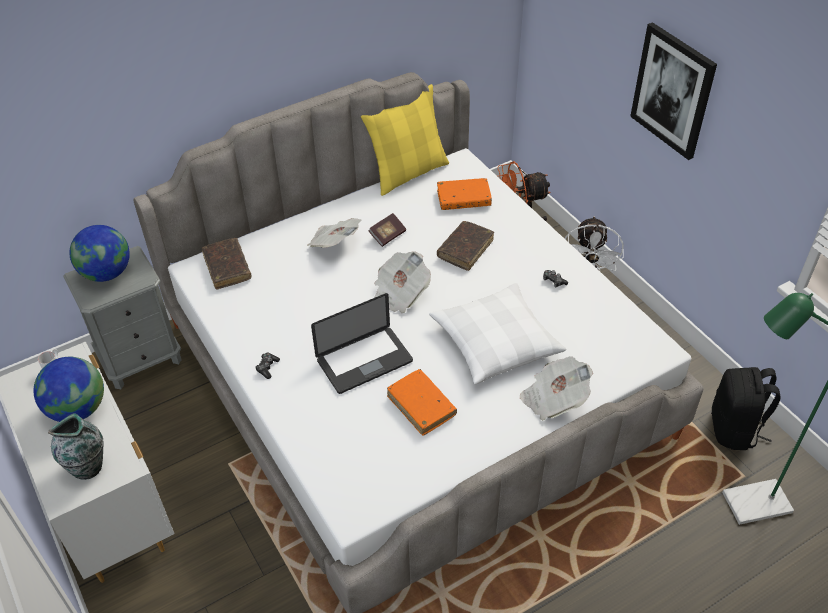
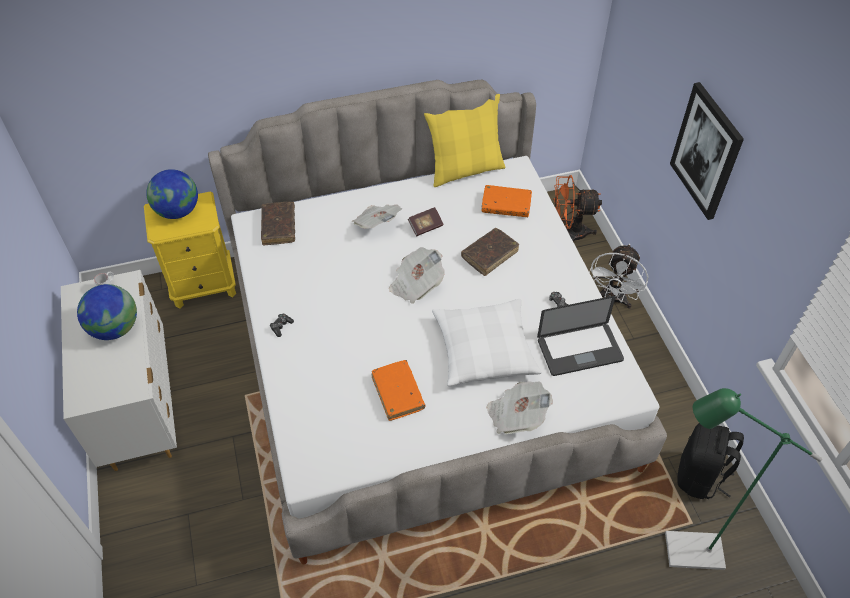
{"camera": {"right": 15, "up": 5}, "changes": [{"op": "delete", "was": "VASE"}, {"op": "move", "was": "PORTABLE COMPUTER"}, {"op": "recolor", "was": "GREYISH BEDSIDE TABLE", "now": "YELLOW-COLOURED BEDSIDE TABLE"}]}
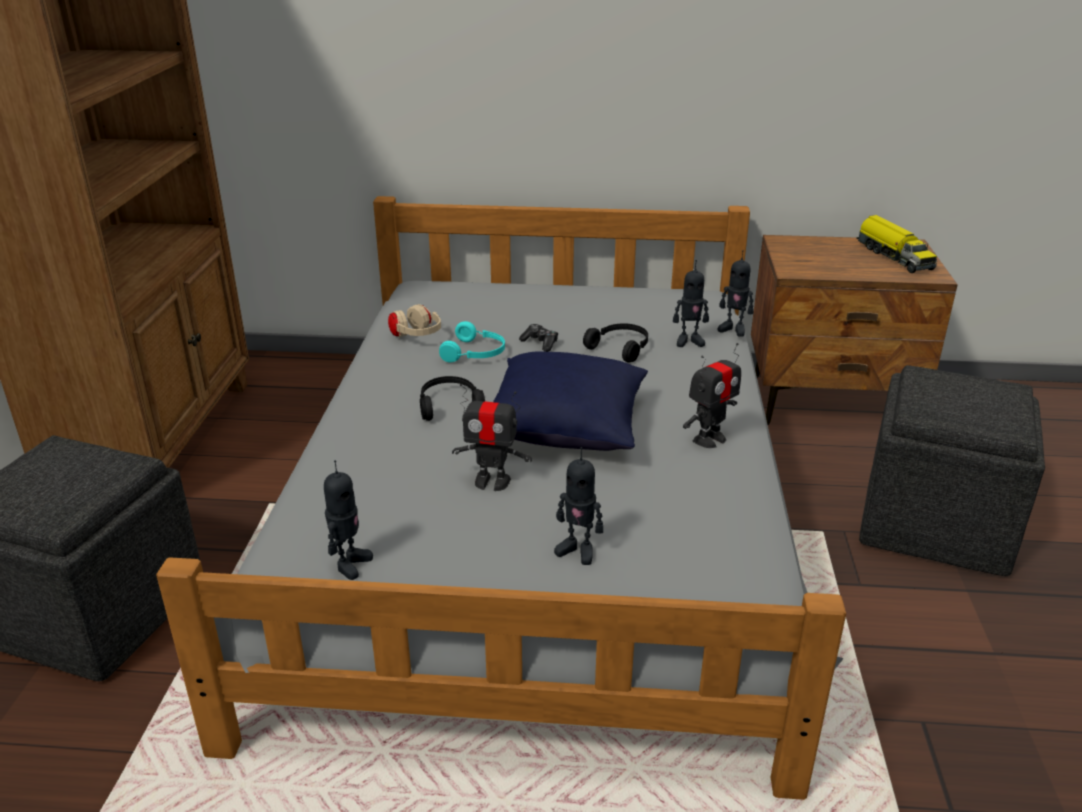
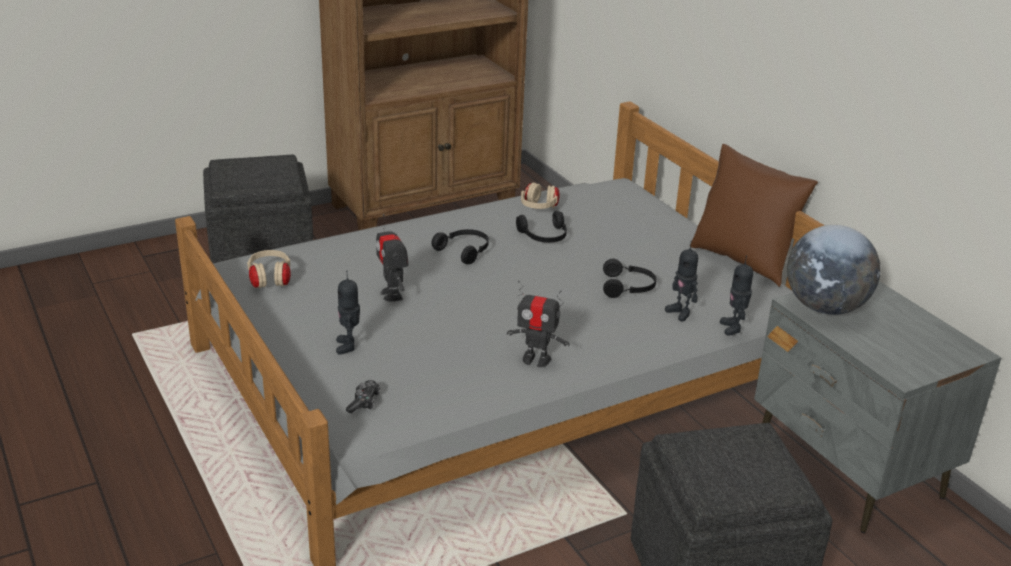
{"camera": {"right": 55, "up": 0}, "changes": [{"op": "delete", "was": "BLUISH CUSHION"}, {"op": "delete", "was": "TOY LORRY"}, {"op": "insert", "now": "BROWN-COLOURED CUSHION"}, {"op": "insert", "now": "DESK GLOBE"}, {"op": "move", "was": "JOYPAD"}, {"op": "replace", "was": "TOY ROBOT (1st from left)", "now": "SAND-COLOURED PAIR OF HEADPHONES (1st from left)"}, {"op": "recolor", "was": "BLUE-GREEN PAIR OF HEADPHONES", "now": "BLACK-COLOURED PAIR OF HEADPHONES (2nd from left)"}, {"op": "recolor", "was": "BROWN-COLOURED BEDSIDE TABLE", "now": "GREYISH BEDSIDE TABLE"}]}
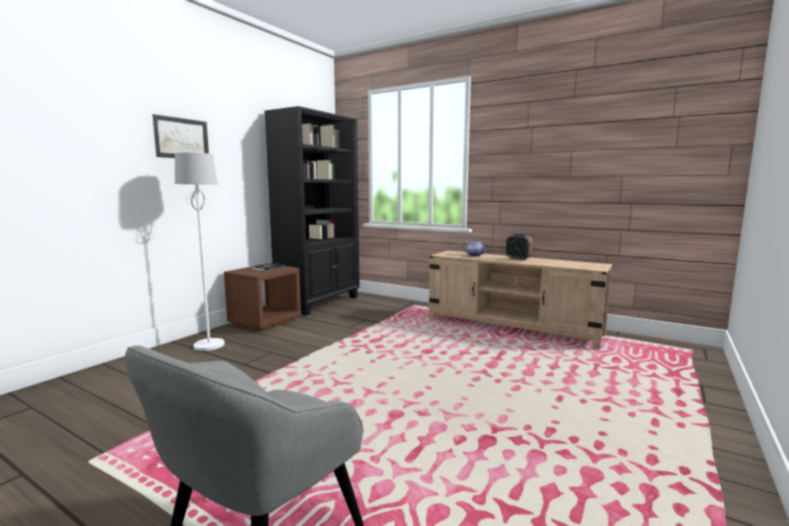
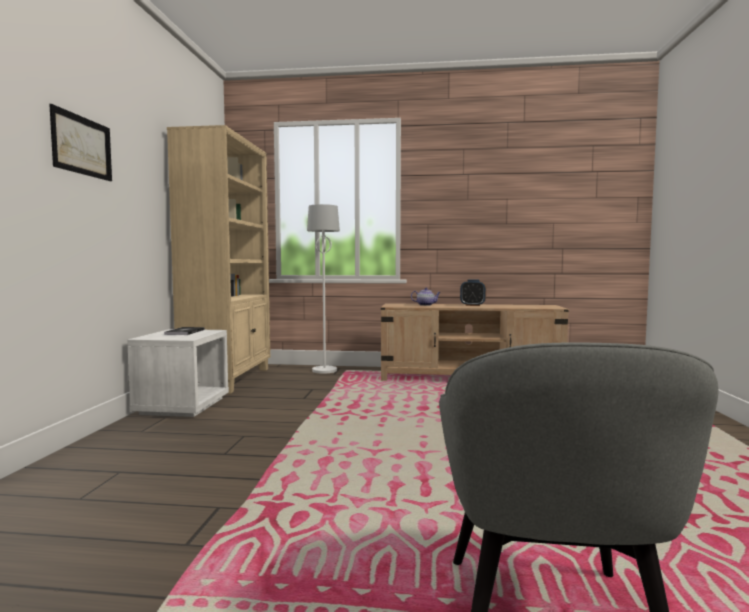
{"camera": {"right": -25, "up": -5}, "changes": [{"op": "move", "was": "WHITE-COLOURED STANDING LAMP"}, {"op": "recolor", "was": "BROWN-COLOURED BEDSIDE TABLE", "now": "WHITE-COLOURED BEDSIDE TABLE"}, {"op": "recolor", "was": "BLACK-COLOURED SHELVING UNIT", "now": "SAND-COLOURED SHELVING UNIT"}]}
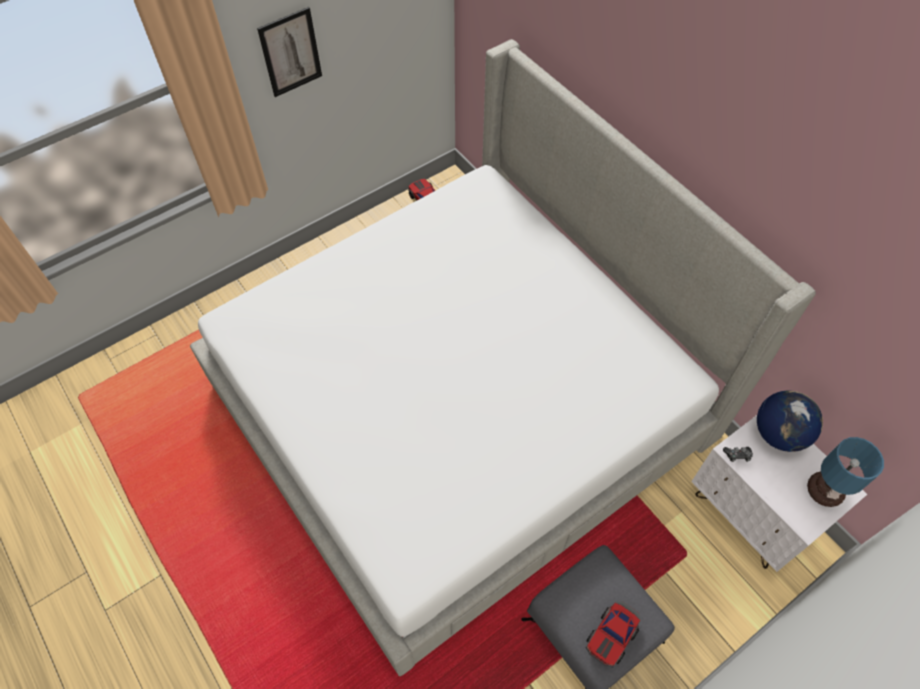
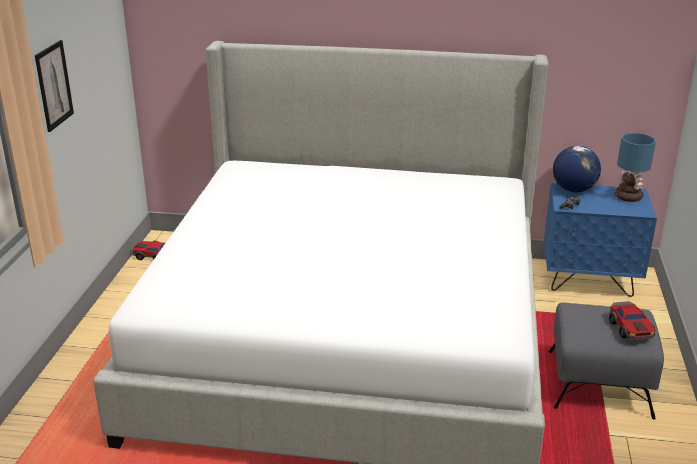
{"camera": {"right": -45, "up": -30}, "changes": [{"op": "recolor", "was": "WHITE-COLOURED BEDSIDE TABLE", "now": "BLUISH BEDSIDE TABLE"}]}
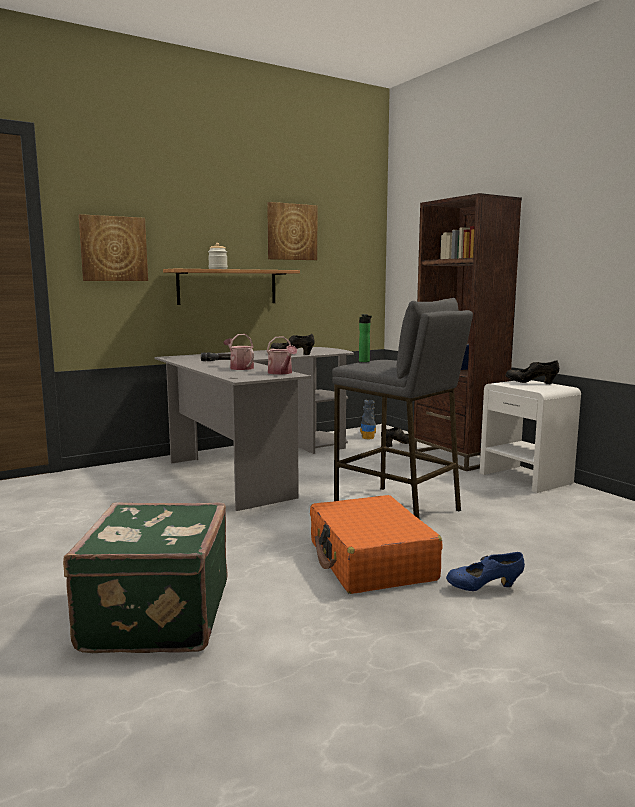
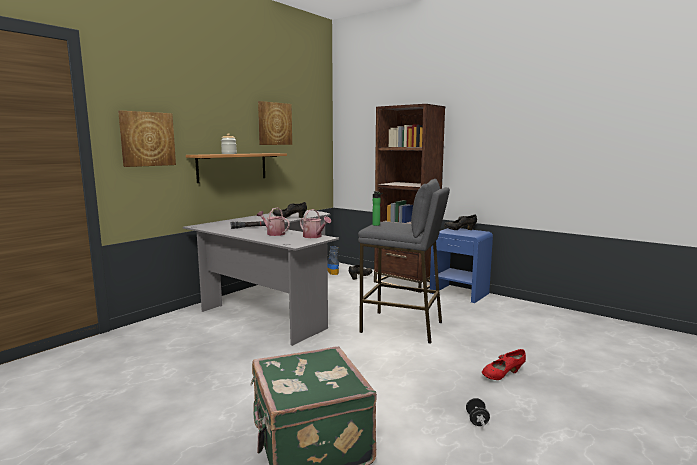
{"camera": {"right": -20, "up": 0}, "changes": [{"op": "delete", "was": "ORANGEY SUITCASE"}, {"op": "insert", "now": "BLACK-COLOURED FREE WEIGHT"}, {"op": "recolor", "was": "BLUISH SHOE", "now": "RED-COLOURED SHOE"}, {"op": "recolor", "was": "WHITE-COLOURED BEDSIDE TABLE", "now": "BLUISH BEDSIDE TABLE"}]}
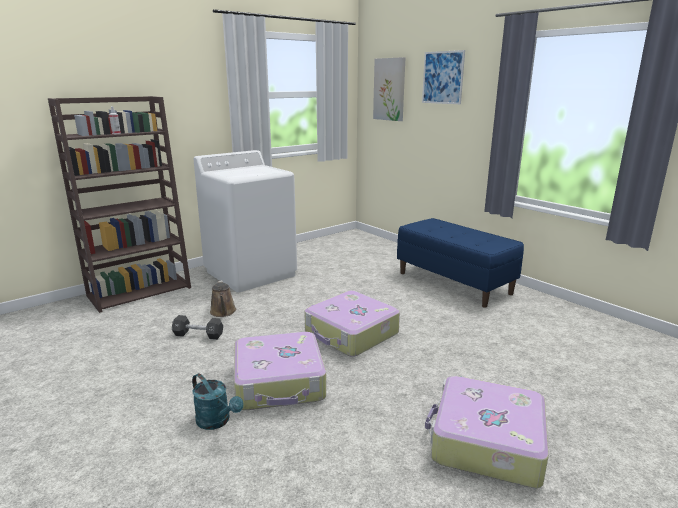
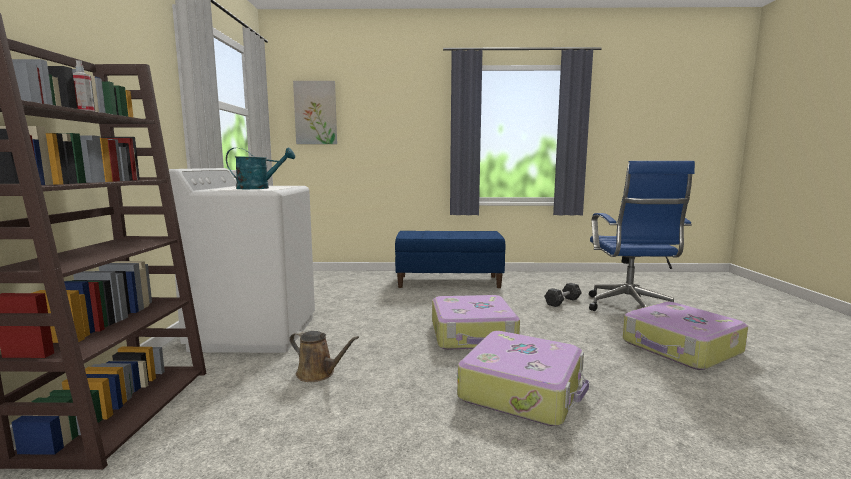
{"camera": {"right": -50, "up": -10}, "changes": [{"op": "delete", "was": "PICTURE (2nd from left)"}, {"op": "insert", "now": "BLUISH DESK CHAIR"}, {"op": "move", "was": "BLACK-COLOURED FREE WEIGHT"}, {"op": "move", "was": "BLUE-GREEN WATERING CAN"}]}
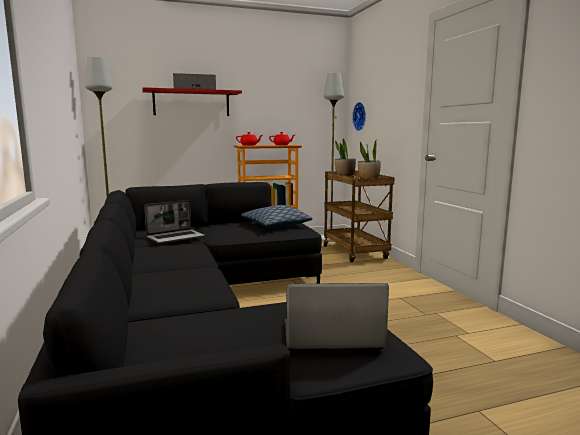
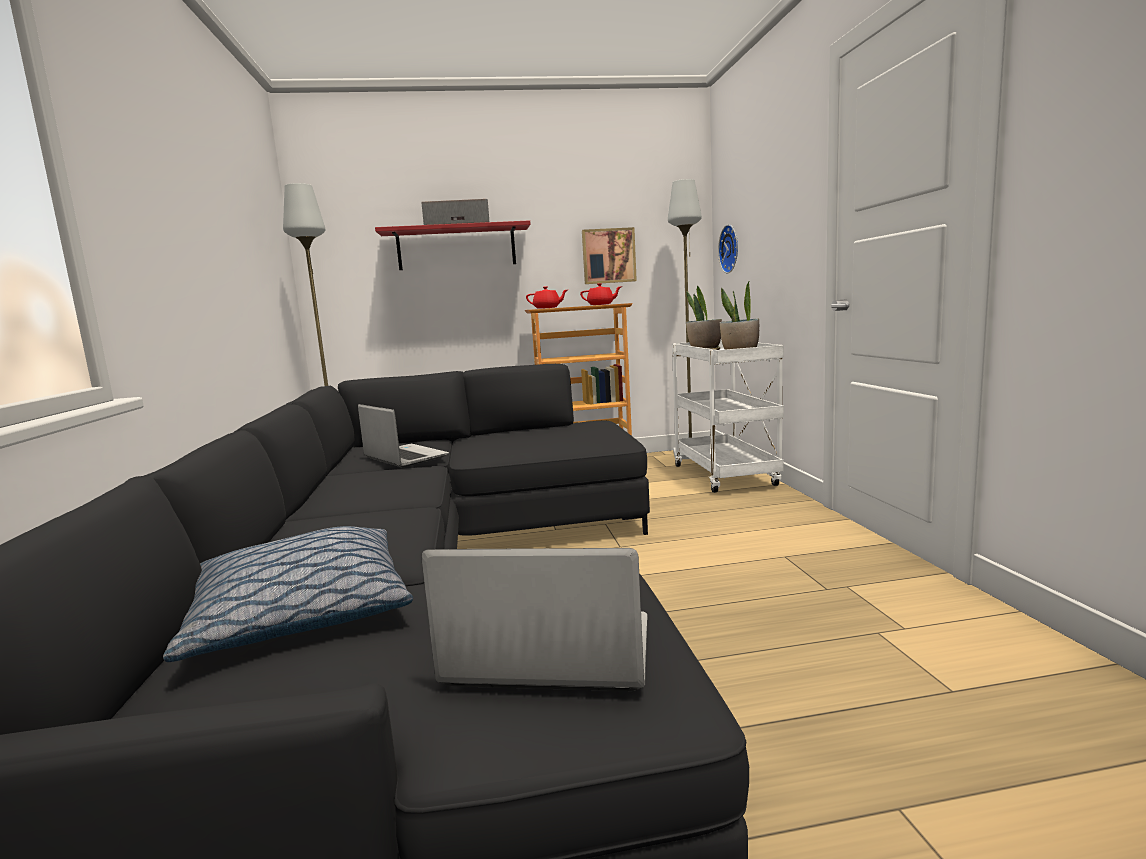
{"camera": {"right": 10, "up": 0}, "changes": [{"op": "insert", "now": "PICTURE"}, {"op": "move", "was": "CUSHION"}, {"op": "recolor", "was": "BROWN-COLOURED CART", "now": "WHITE-COLOURED CART"}, {"op": "rotate", "was": "PORTABLE COMPUTER (1st from left)", "clockwise": -105}]}
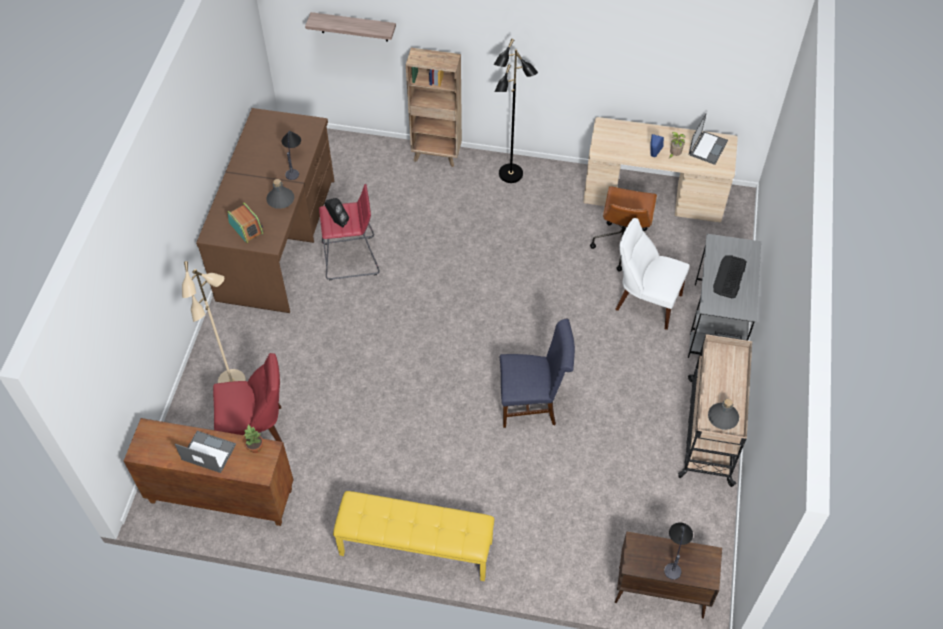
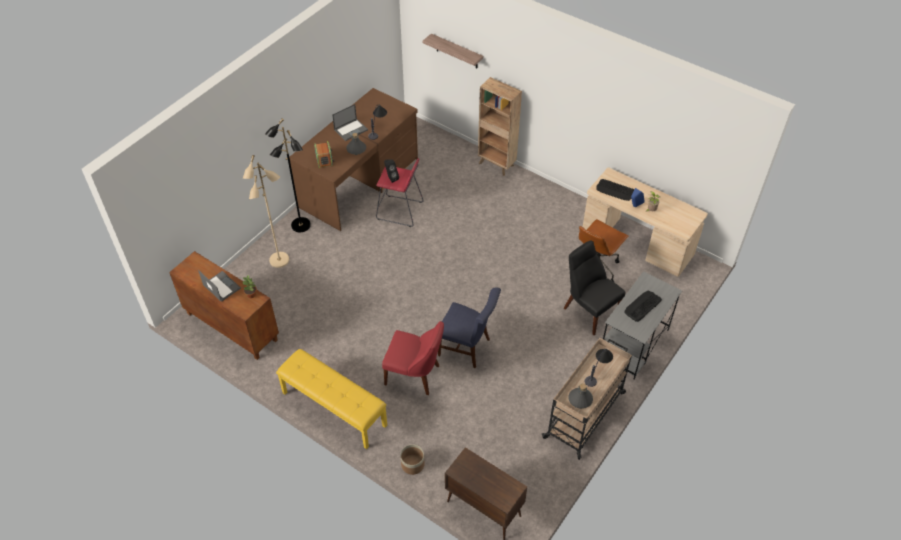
{"camera": {"right": 25, "up": -5}, "changes": [{"op": "insert", "now": "PLANT POT"}, {"op": "insert", "now": "COMPUTER KEYBOARD (1st from left)"}, {"op": "move", "was": "RED-COLOURED UPRIGHT CHAIR"}, {"op": "move", "was": "BLACK-COLOURED STANDING LAMP"}, {"op": "move", "was": "TABLE LAMP (2nd from left)"}, {"op": "move", "was": "PORTABLE COMPUTER (2nd from left)"}, {"op": "recolor", "was": "WHITE-COLOURED UPRIGHT CHAIR", "now": "BLACK-COLOURED UPRIGHT CHAIR"}]}
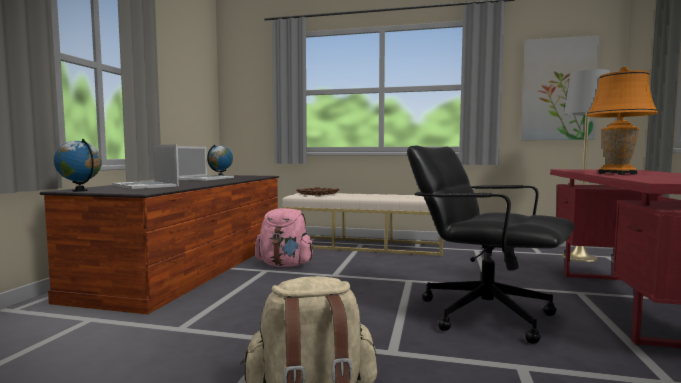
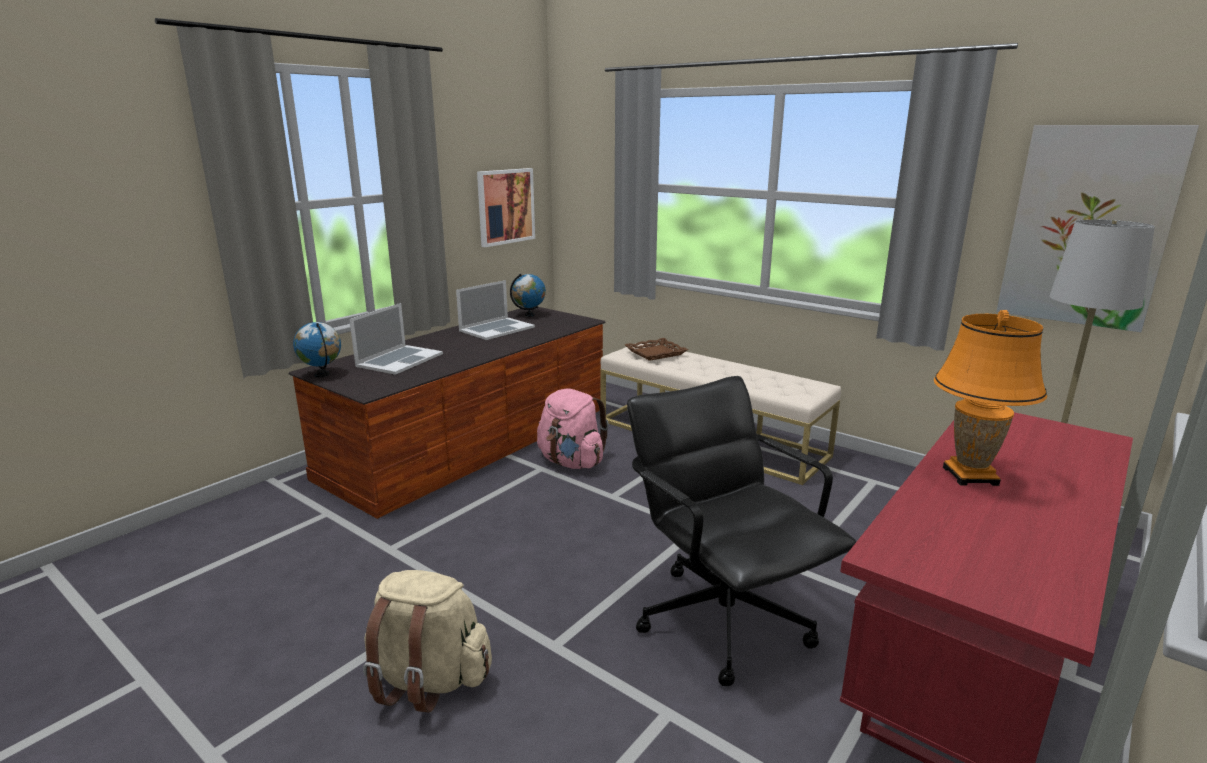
{"camera": {"right": 25, "up": 15}, "changes": [{"op": "insert", "now": "PICTURE (1st from left)"}, {"op": "rotate", "was": "PORTABLE COMPUTER (1st from left)", "clockwise": -135}]}
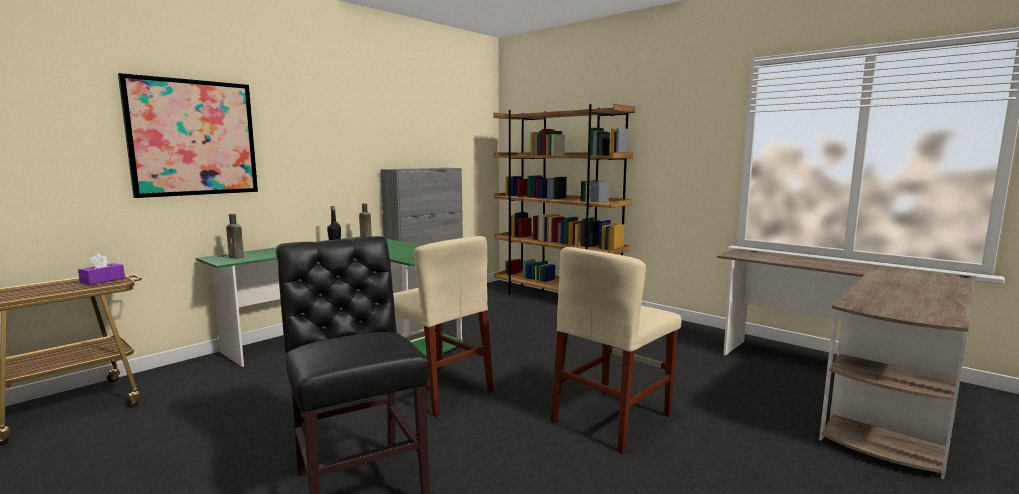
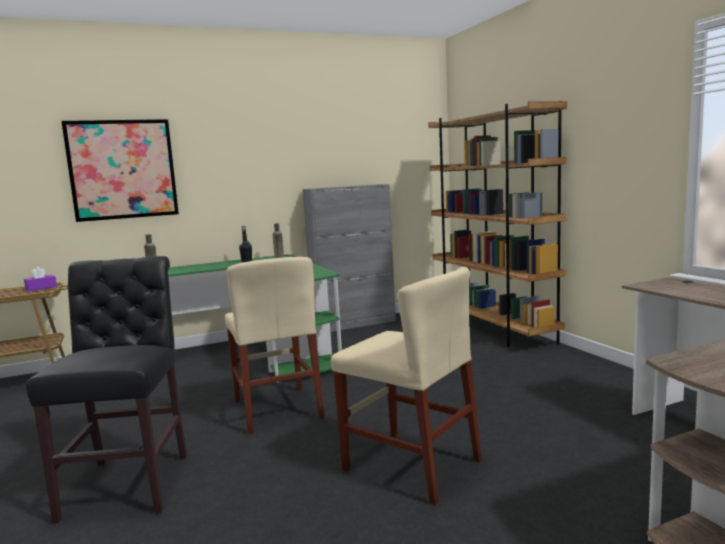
{"camera": {"right": 25, "up": 0}, "changes": [{"op": "rotate", "was": "SAND-COLOURED UPRIGHT CHAIR (2nd from left)", "clockwise": -120}]}
